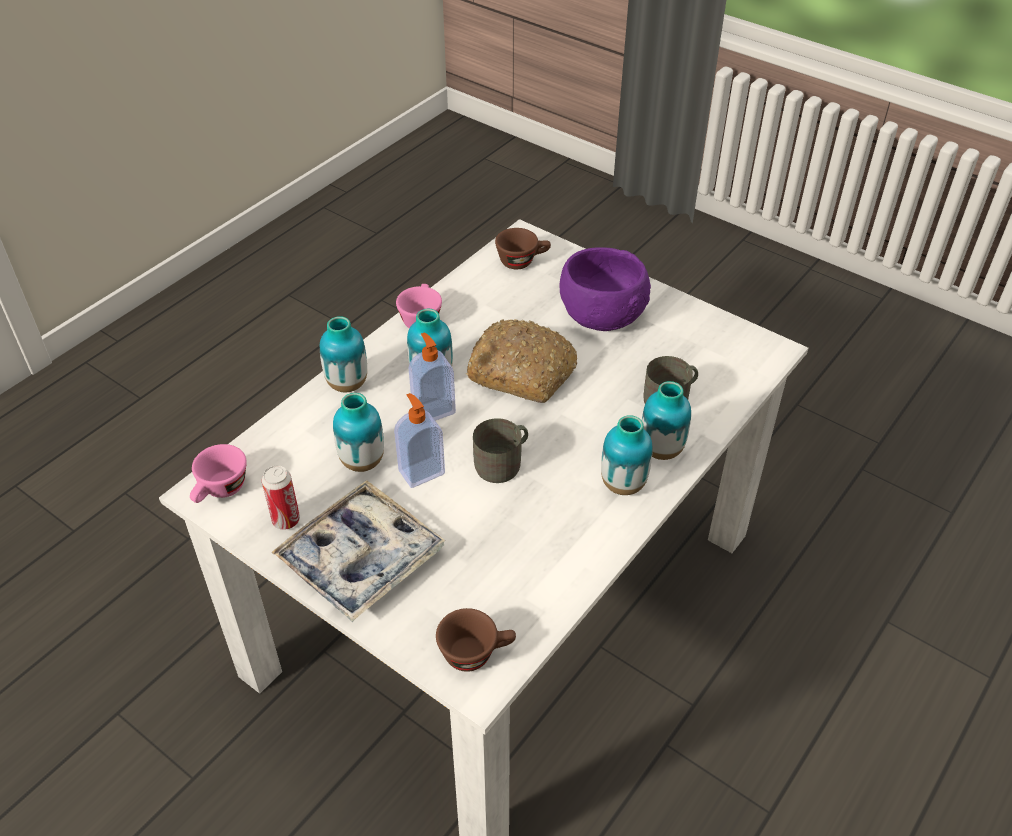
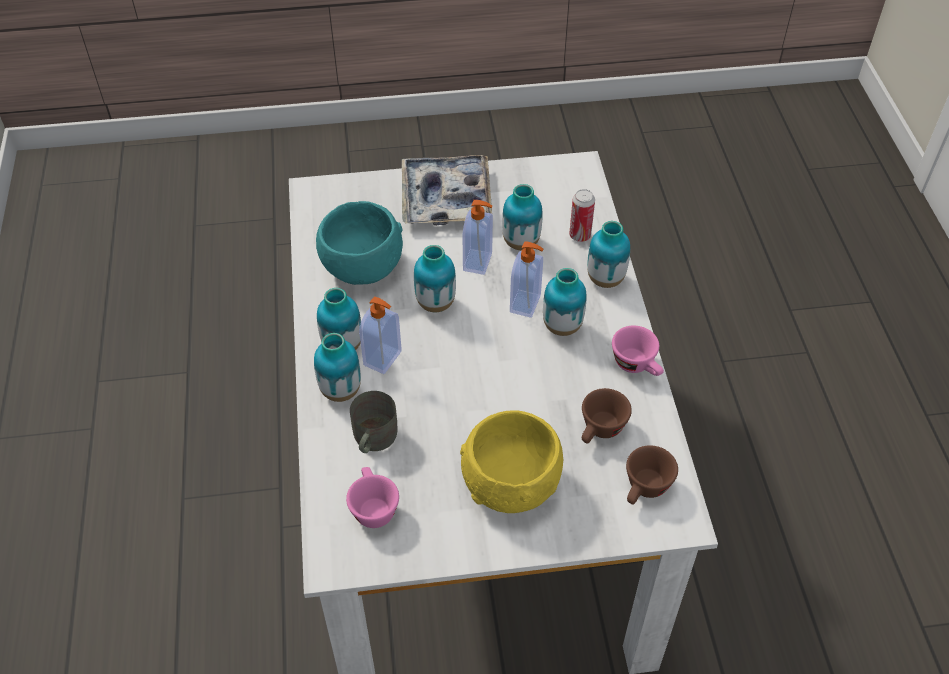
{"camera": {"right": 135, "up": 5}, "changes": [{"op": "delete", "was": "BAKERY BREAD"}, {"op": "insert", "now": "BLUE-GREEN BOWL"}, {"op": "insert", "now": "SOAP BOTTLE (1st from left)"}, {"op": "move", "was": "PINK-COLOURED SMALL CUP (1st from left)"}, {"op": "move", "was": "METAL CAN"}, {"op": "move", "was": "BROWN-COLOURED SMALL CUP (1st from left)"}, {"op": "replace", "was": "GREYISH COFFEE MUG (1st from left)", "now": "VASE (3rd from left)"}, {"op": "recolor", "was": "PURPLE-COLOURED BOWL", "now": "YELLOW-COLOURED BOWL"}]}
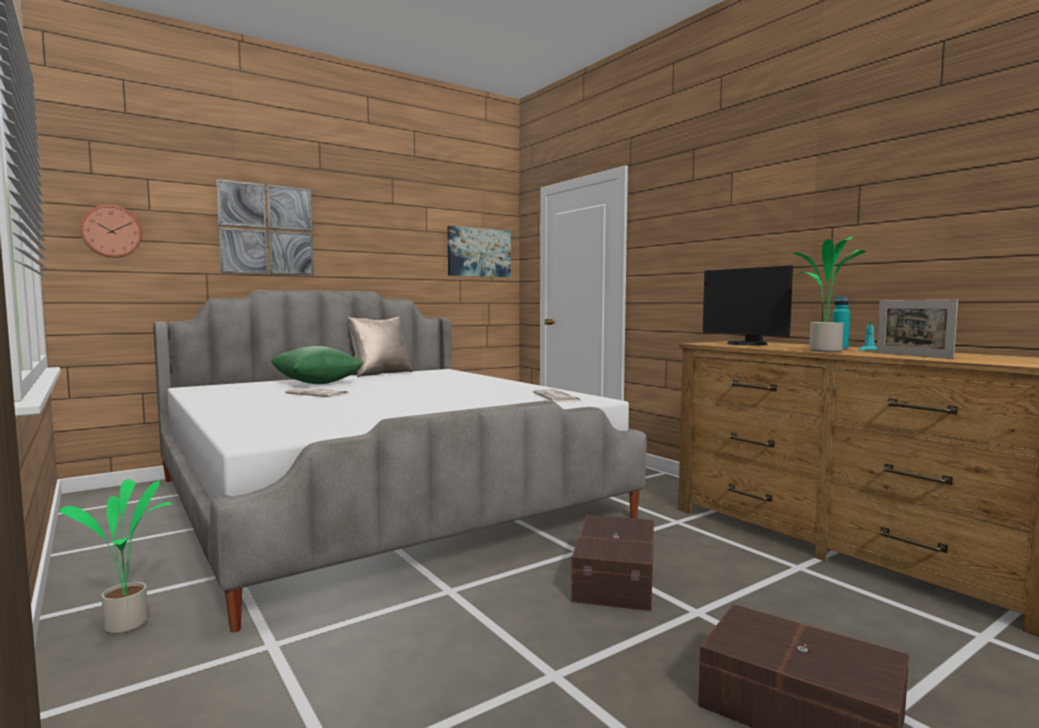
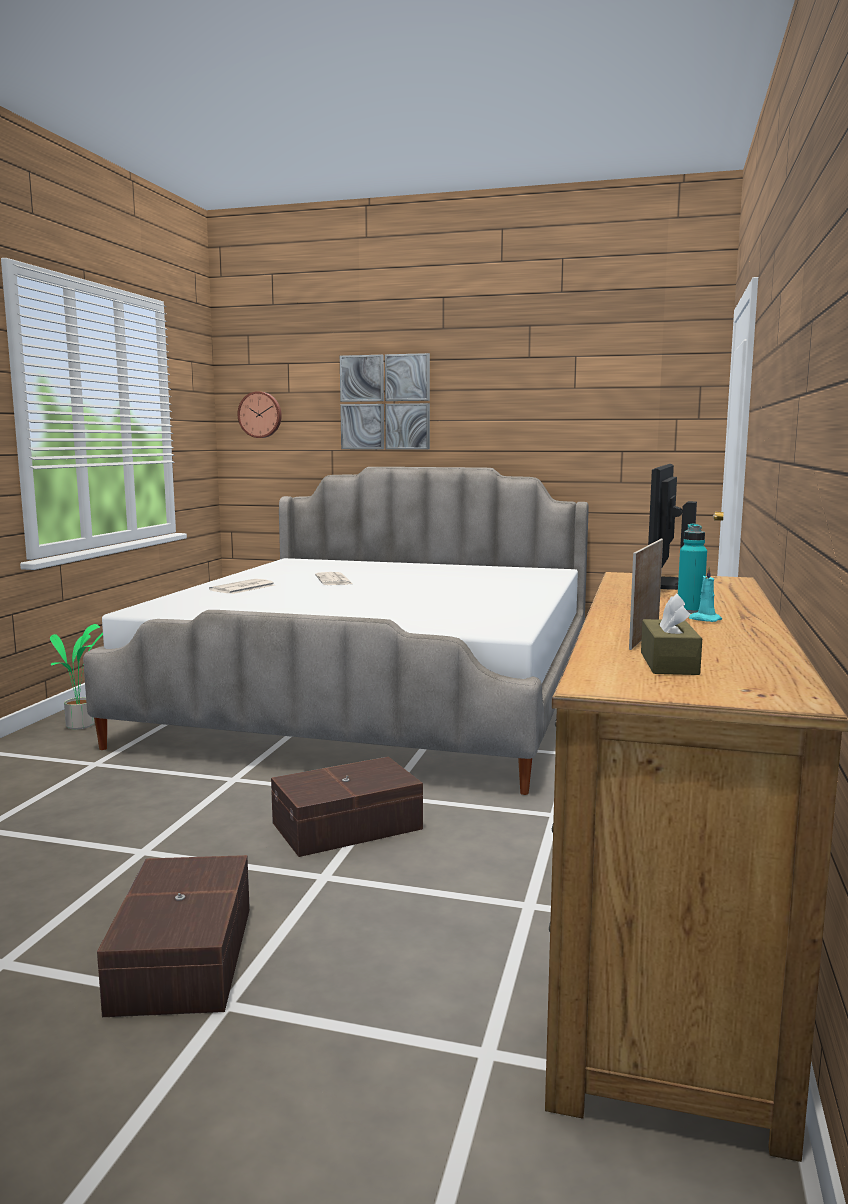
{"camera": {"right": 50, "up": 5}, "changes": [{"op": "delete", "was": "GREEN CUSHION"}, {"op": "delete", "was": "SAND-COLOURED CUSHION"}, {"op": "delete", "was": "PICTURE (2nd from left)"}, {"op": "delete", "was": "HOUSEPLANT (2nd from left)"}, {"op": "insert", "now": "BROWN-COLOURED BOX OF TISSUES"}, {"op": "move", "was": "DAILY PAPER (2nd from left in the first image)", "now": "DAILY PAPER (1st from left)"}]}
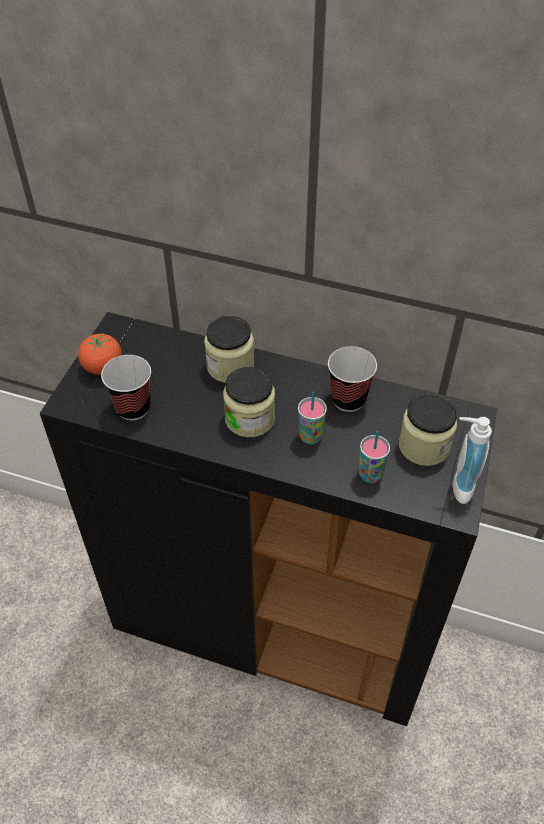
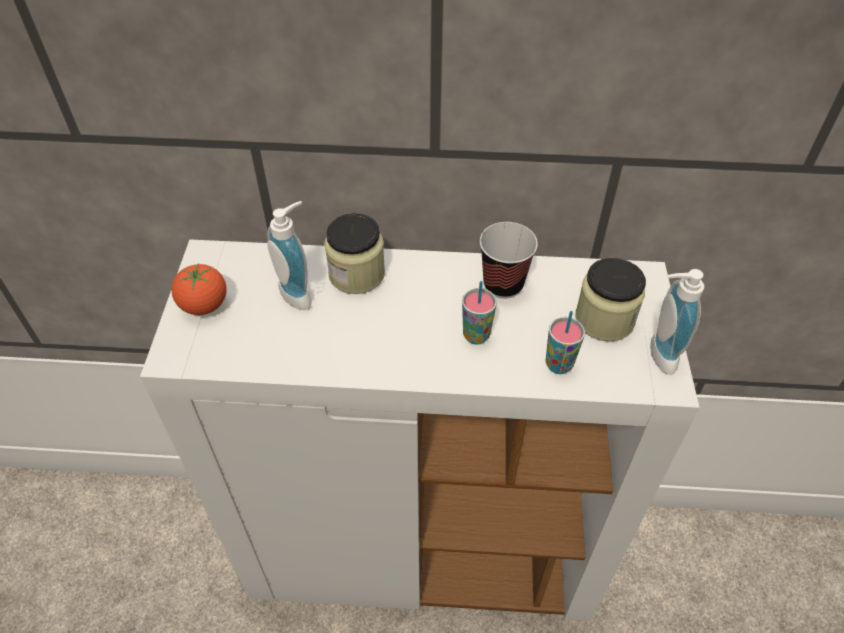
{"camera": {"right": -15, "up": 0}, "changes": [{"op": "delete", "was": "SMALL CUP (1st from left)"}, {"op": "delete", "was": "JAR (2nd from left)"}, {"op": "insert", "now": "SOAP BOTTLE (1st from left)"}, {"op": "recolor", "was": "BLACK-COLOURED STORAGE CABINET", "now": "WHITE-COLOURED STORAGE CABINET"}]}
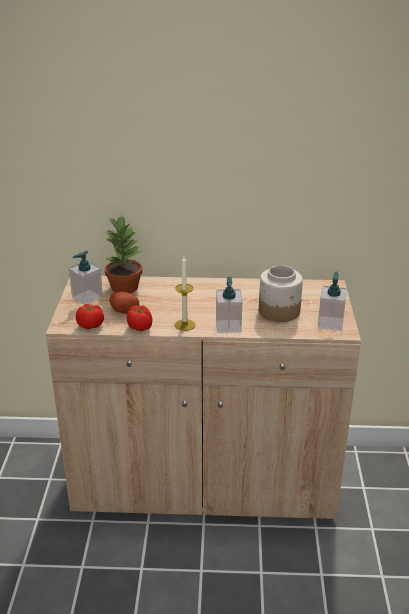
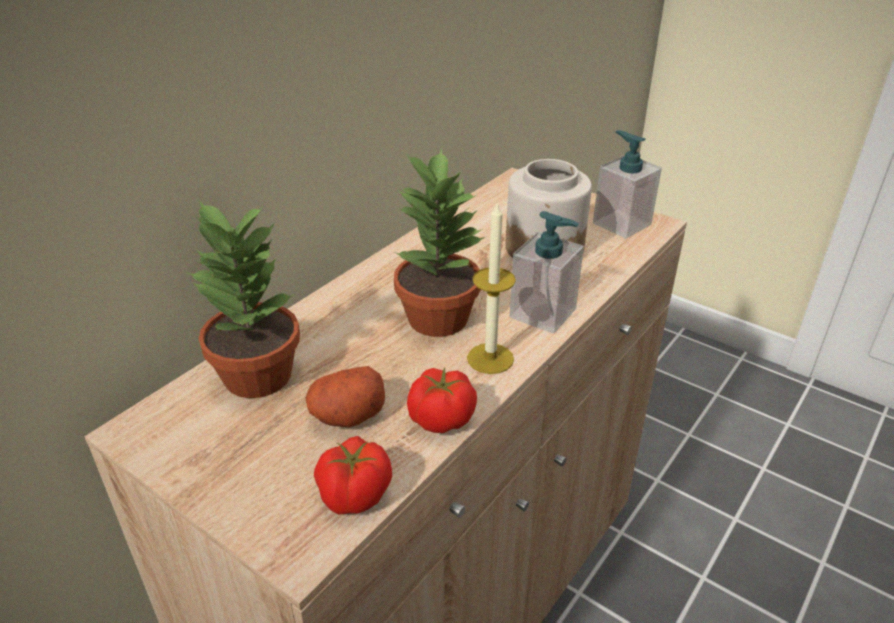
{"camera": {"right": -55, "up": 5}, "changes": [{"op": "delete", "was": "SOAP BOTTLE (1st from left)"}, {"op": "insert", "now": "HOUSEPLANT (2nd from left)"}]}
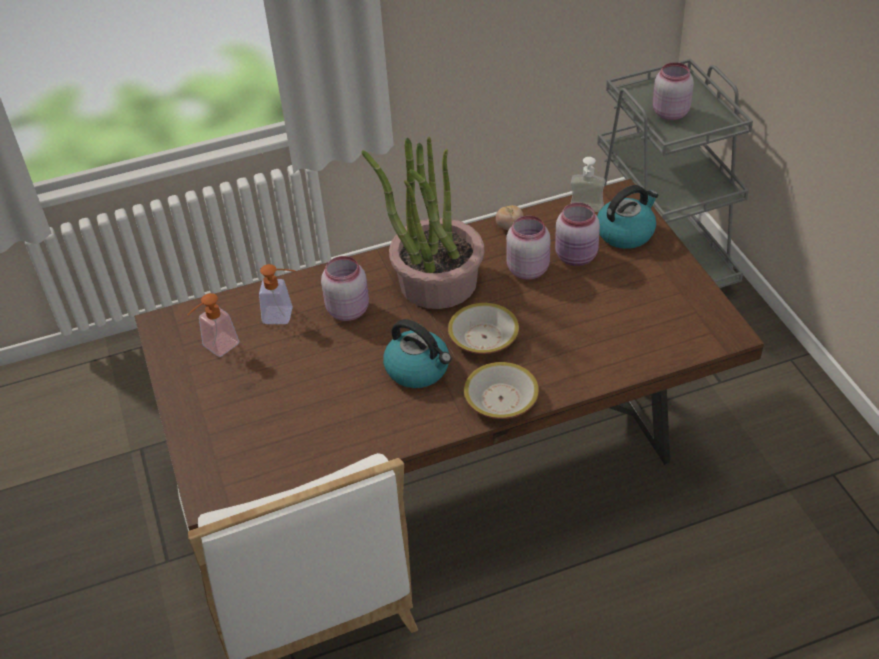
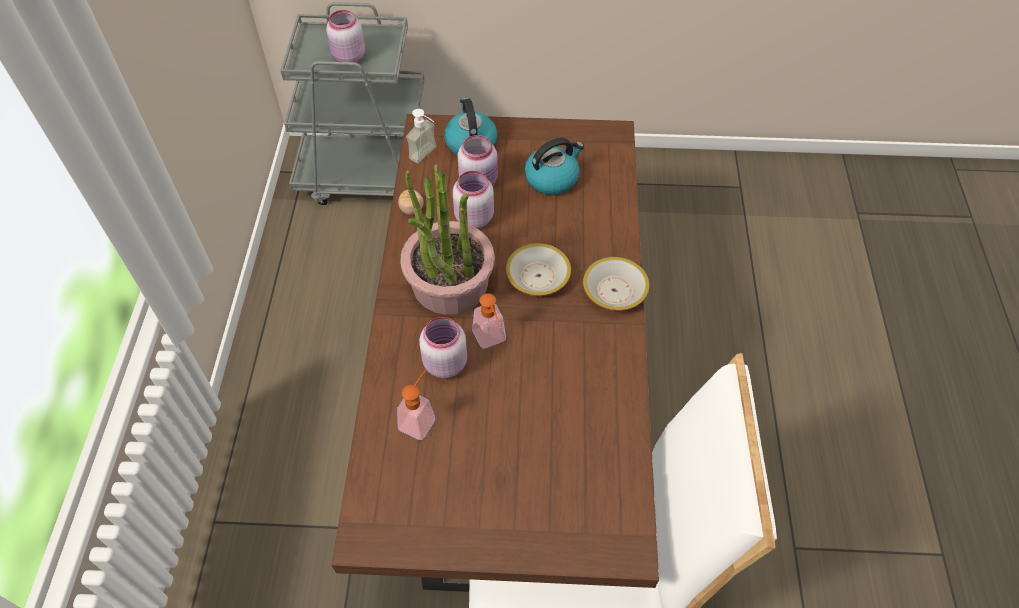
{"camera": {"right": -70, "up": 10}, "changes": [{"op": "move", "was": "SOAP BOTTLE (1st from left in the first image)", "now": "SOAP BOTTLE (3rd from left)"}, {"op": "move", "was": "WATER KETTLE (1st from left in the first image)", "now": "WATER KETTLE (2nd from left)"}]}
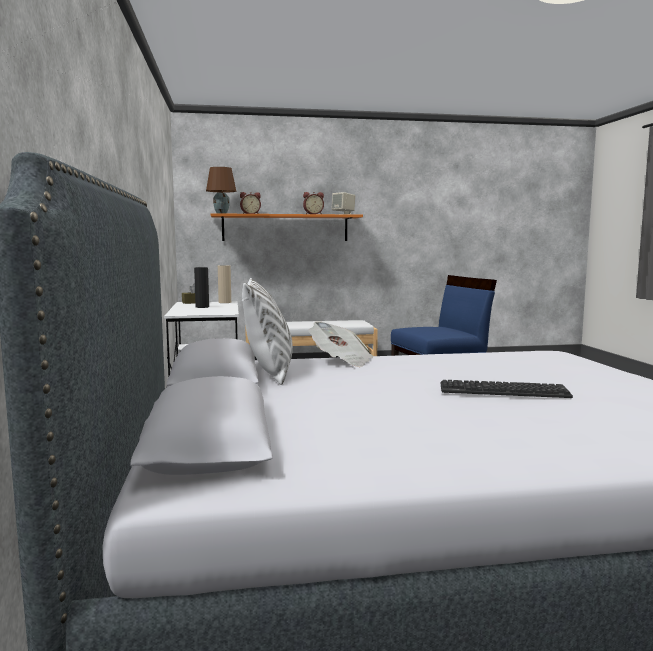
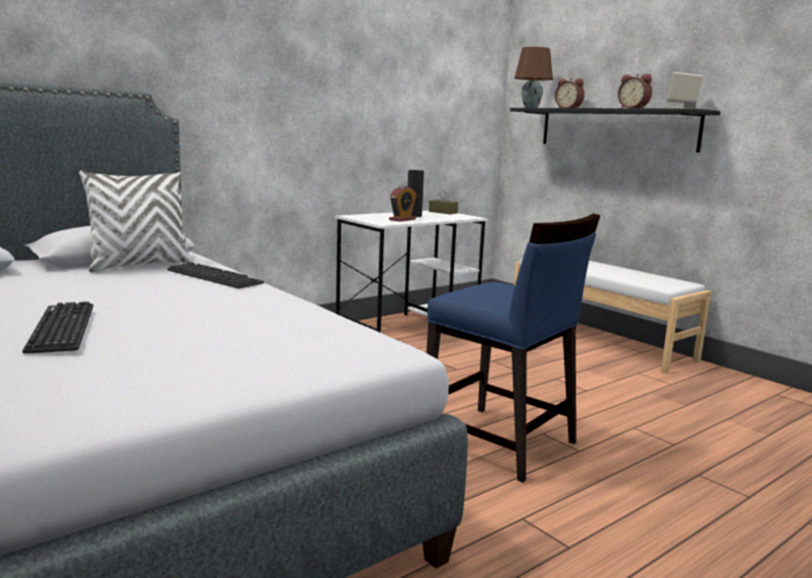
{"camera": {"right": 60, "up": 5}, "changes": [{"op": "delete", "was": "SAND-COLOURED VASE"}, {"op": "insert", "now": "ALARM CLOCK (1st from left)"}, {"op": "replace", "was": "DAILY PAPER", "now": "COMPUTER KEYBOARD (2nd from left)"}, {"op": "recolor", "was": "ORANGEY SHELF", "now": "BLACK-COLOURED SHELF"}]}
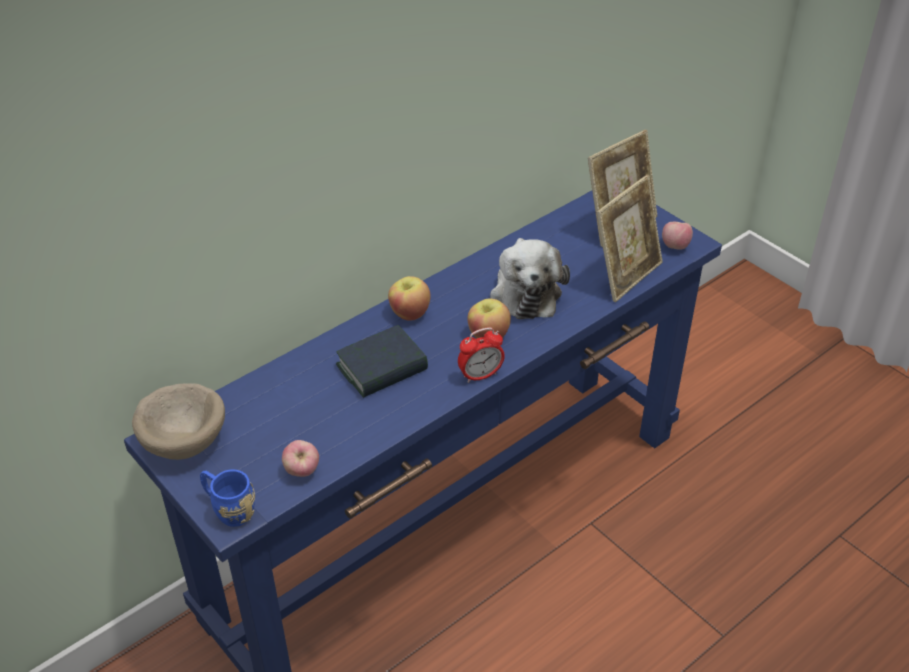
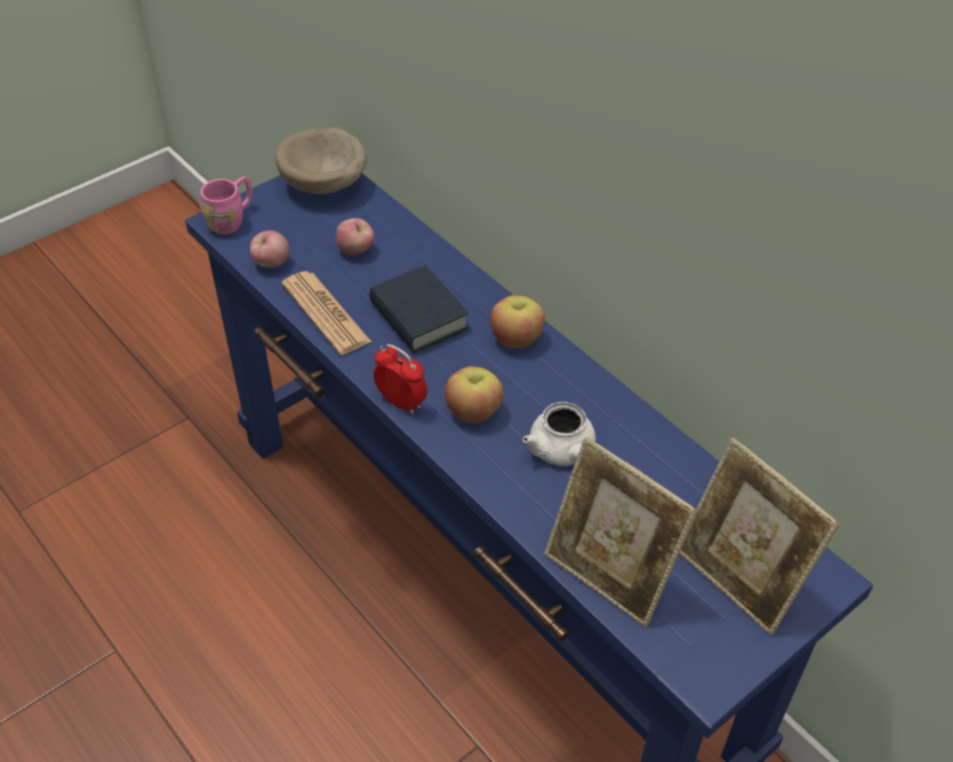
{"camera": {"right": 90, "up": 5}, "changes": [{"op": "insert", "now": "DAILY PAPER"}, {"op": "move", "was": "WHOLE APPLE (4th from left in the first image)", "now": "WHOLE APPLE (2nd from left)"}, {"op": "replace", "was": "PLUSH TOY", "now": "WHITE-COLOURED POT FOR TEA"}, {"op": "recolor", "was": "BLUISH COFFEE MUG", "now": "PINK-COLOURED COFFEE MUG"}, {"op": "rotate", "was": "ALARM CLOCK", "clockwise": 150}]}
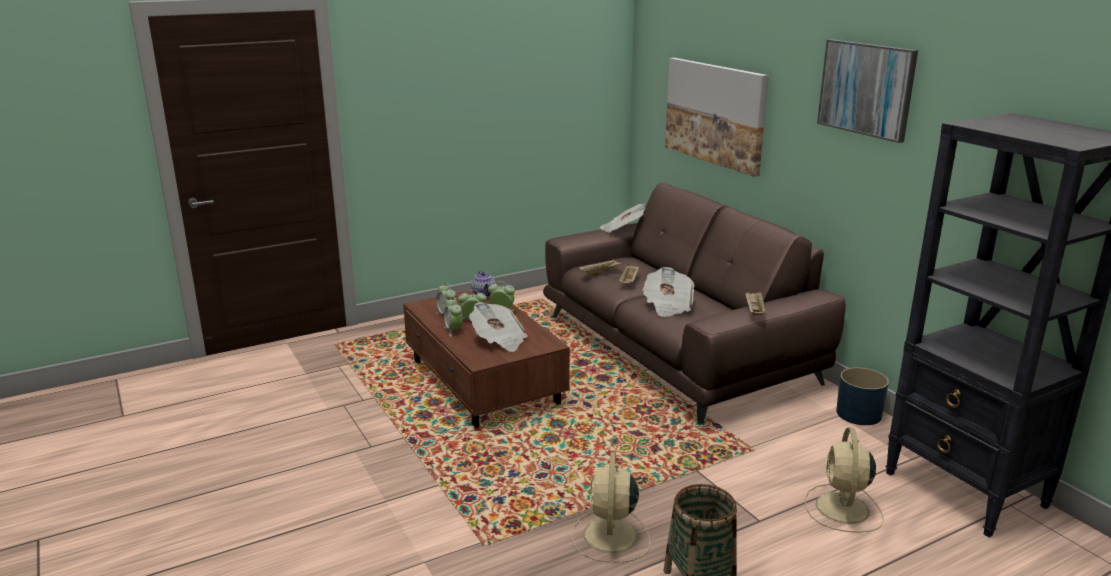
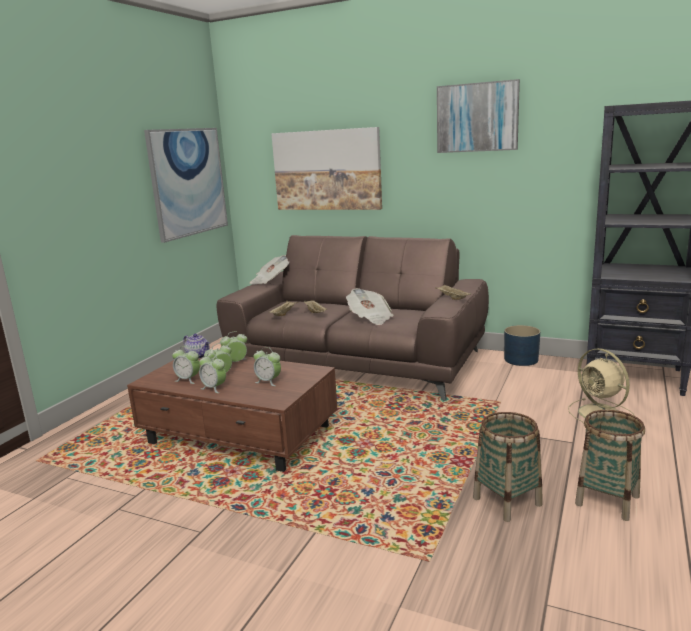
{"camera": {"right": -35, "up": -5}, "changes": [{"op": "insert", "now": "PICTURE (1st from left)"}, {"op": "replace", "was": "DAILY PAPER (1st from left)", "now": "ALARM CLOCK (5th from left)"}, {"op": "replace", "was": "SAND-COLOURED ELECTRIC FAN (1st from left)", "now": "BASKET (1st from left)"}]}
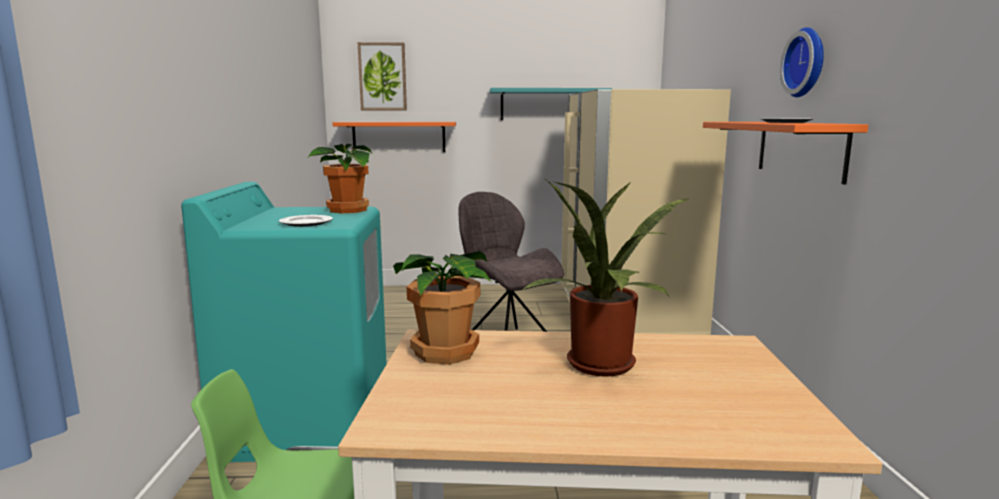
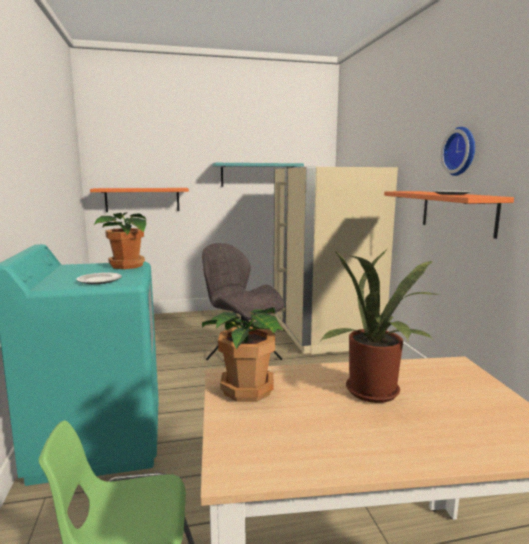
{"camera": {"right": -10, "up": 0}, "changes": [{"op": "delete", "was": "PICTURE"}]}
